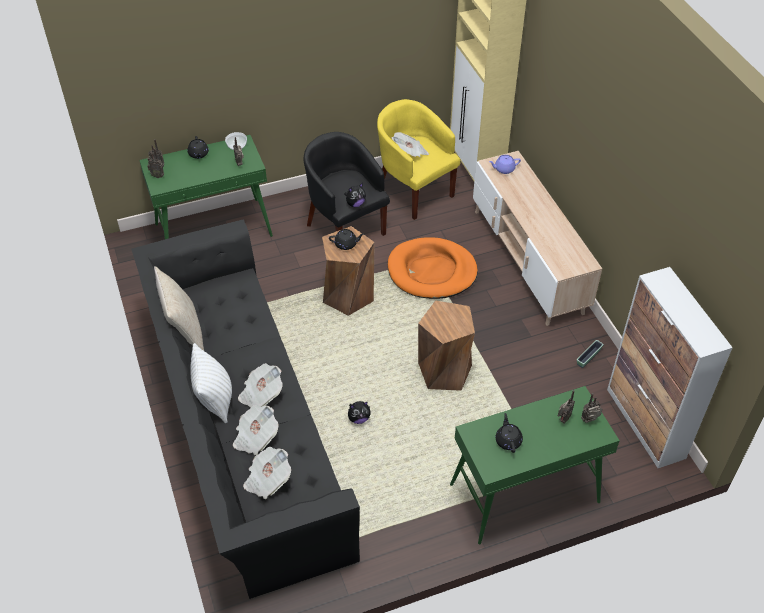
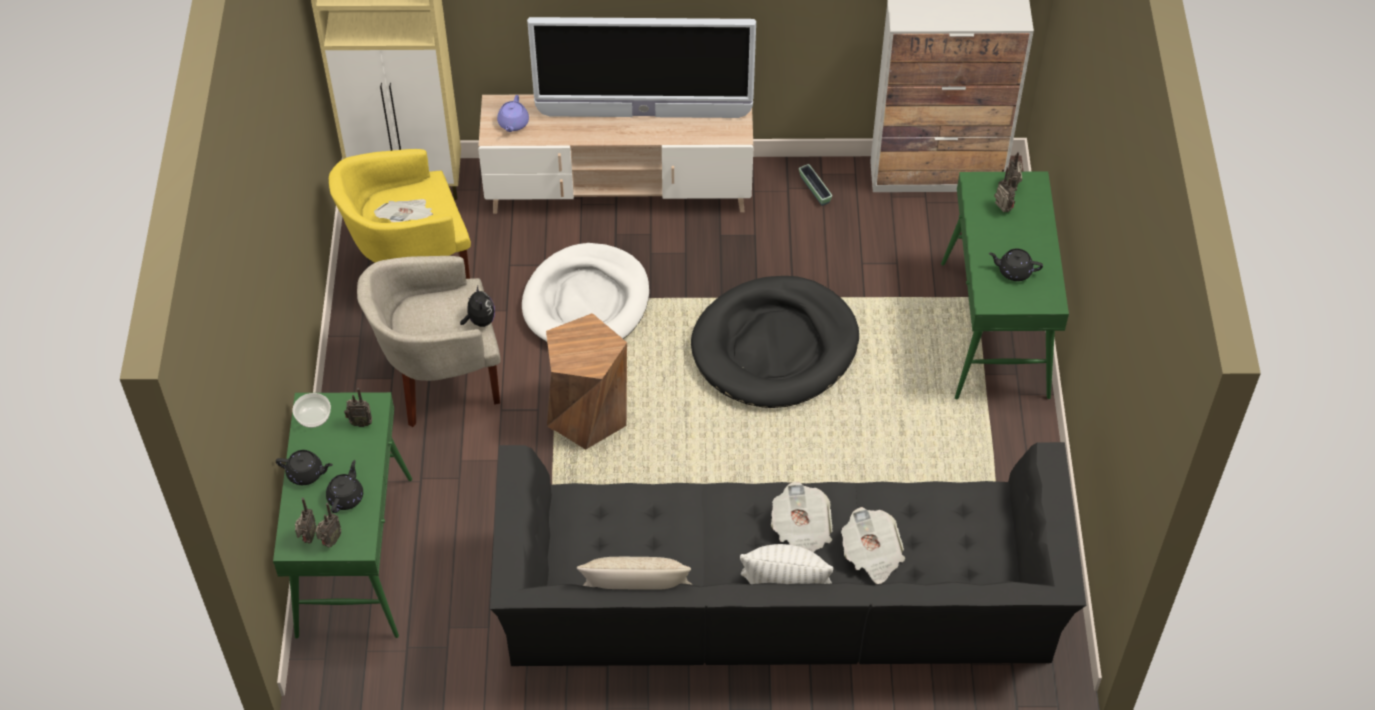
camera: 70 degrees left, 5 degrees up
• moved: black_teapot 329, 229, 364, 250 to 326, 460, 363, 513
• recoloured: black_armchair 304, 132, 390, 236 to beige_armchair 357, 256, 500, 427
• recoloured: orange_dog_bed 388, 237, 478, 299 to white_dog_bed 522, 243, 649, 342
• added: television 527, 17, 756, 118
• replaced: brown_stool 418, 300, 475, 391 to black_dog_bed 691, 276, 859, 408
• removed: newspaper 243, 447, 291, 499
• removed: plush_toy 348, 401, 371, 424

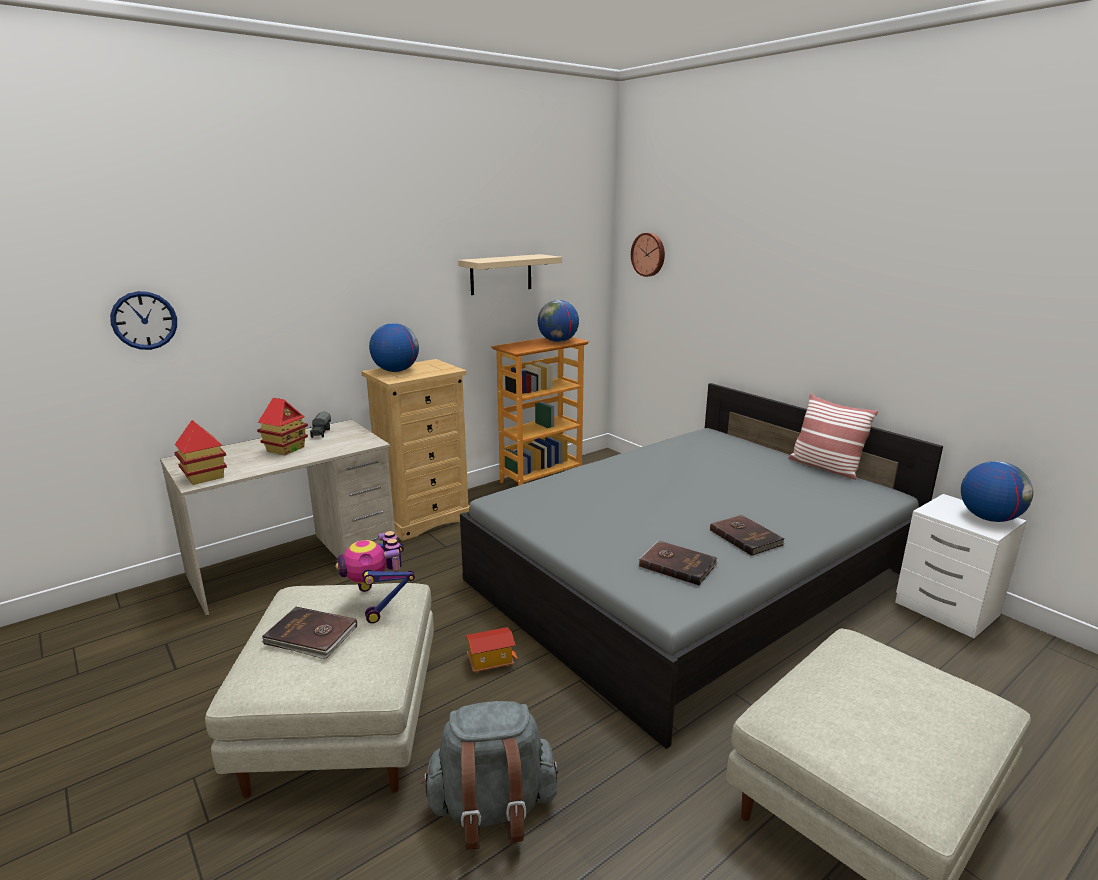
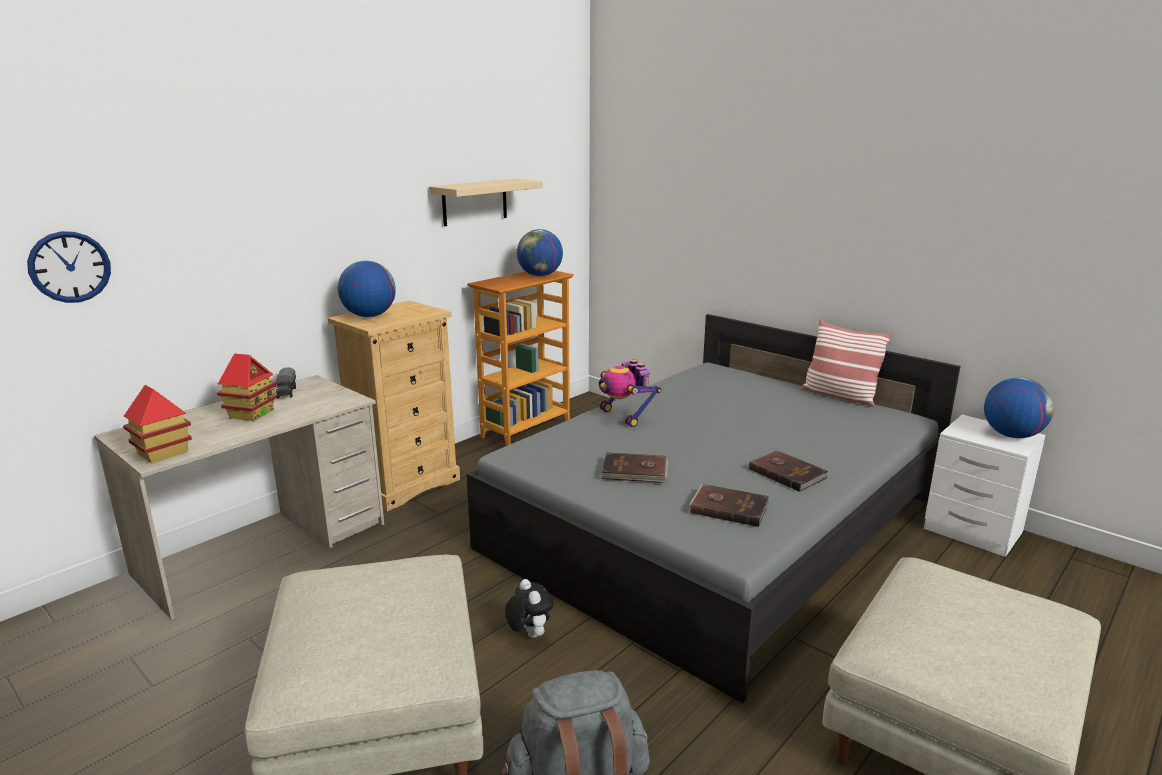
camera: 10 degrees left, 0 degrees up
• replaced: toy_house 466, 627, 518, 673 to plush_toy 505, 579, 553, 638
• moved: toy_robot 336, 531, 415, 624 to 599, 359, 661, 427
• moved: brown_book 262, 607, 357, 659 to 601, 453, 668, 483
• removed: wall_clock 631, 233, 665, 277

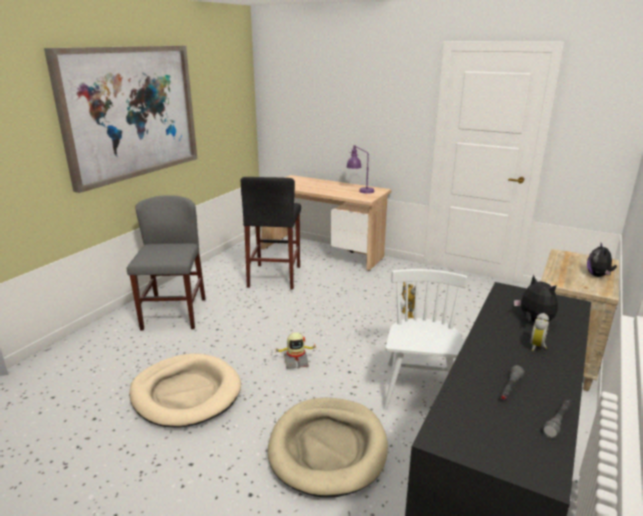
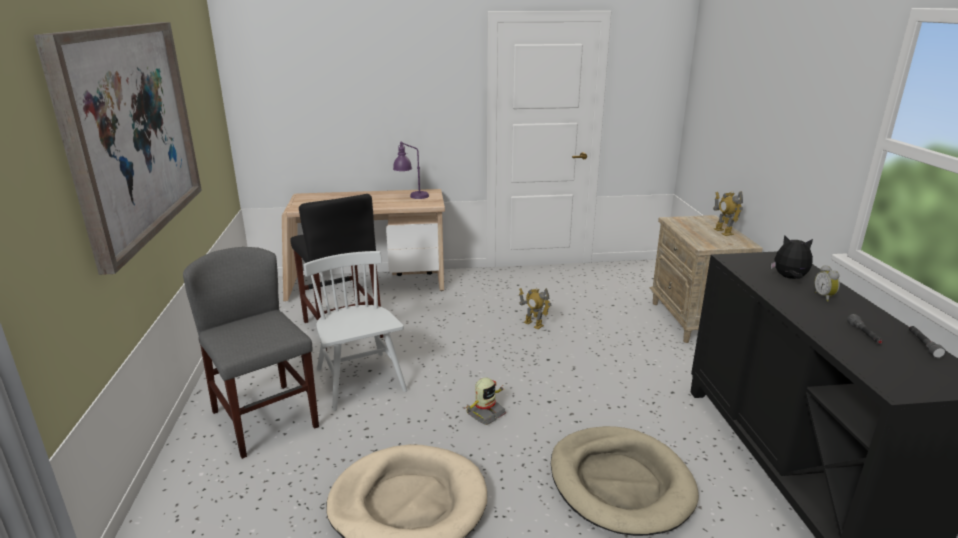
camera: 35 degrees left, 0 degrees up
• moved: white_chair 383, 269, 467, 410 to 304, 251, 407, 411
• replaced: plush_toy 587, 243, 617, 277 to toy_robot 713, 191, 743, 236

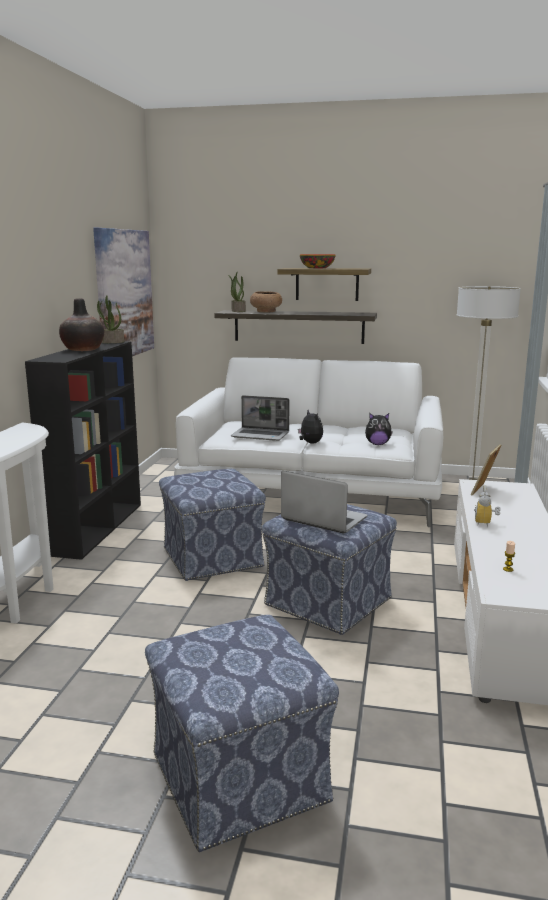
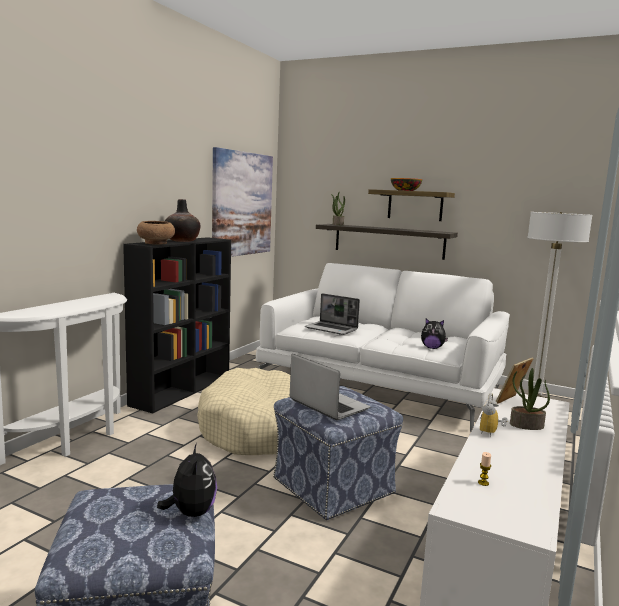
camera: 15 degrees right, 5 degrees down
• moved: brown_bowl 250, 291, 282, 312 to 137, 221, 175, 245
• moved: plush_toy 298, 410, 323, 444 to 157, 443, 217, 517
• replaced: ottoman 159, 469, 266, 581 to beige_dog_bed 197, 368, 290, 455
• moved: potted_plant 97, 295, 124, 343 to 510, 368, 550, 430

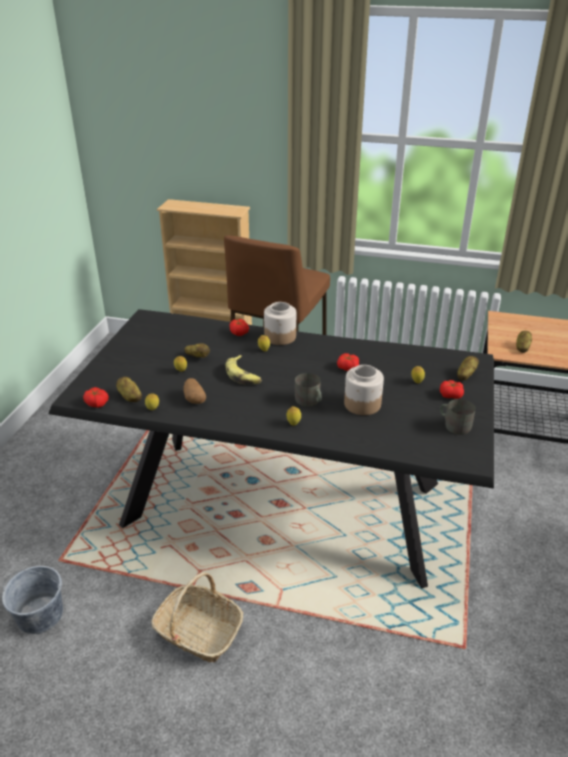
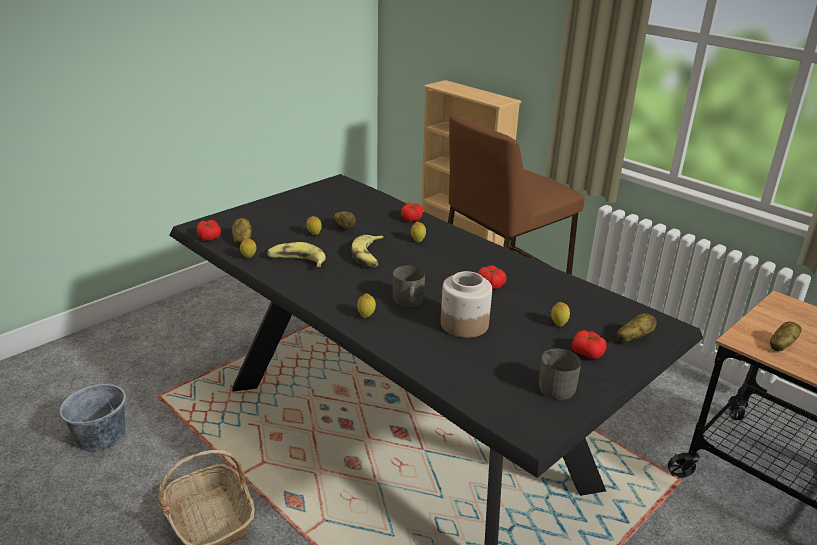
camera: 30 degrees right, 5 degrees down
• replaced: potato 183, 378, 206, 404 to banana 267, 242, 326, 267
• removed: jar 264, 302, 296, 345

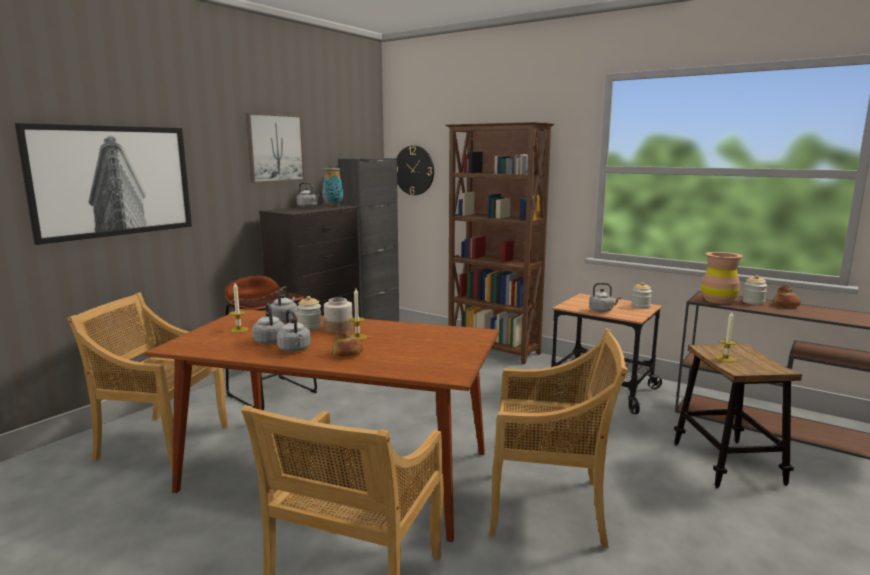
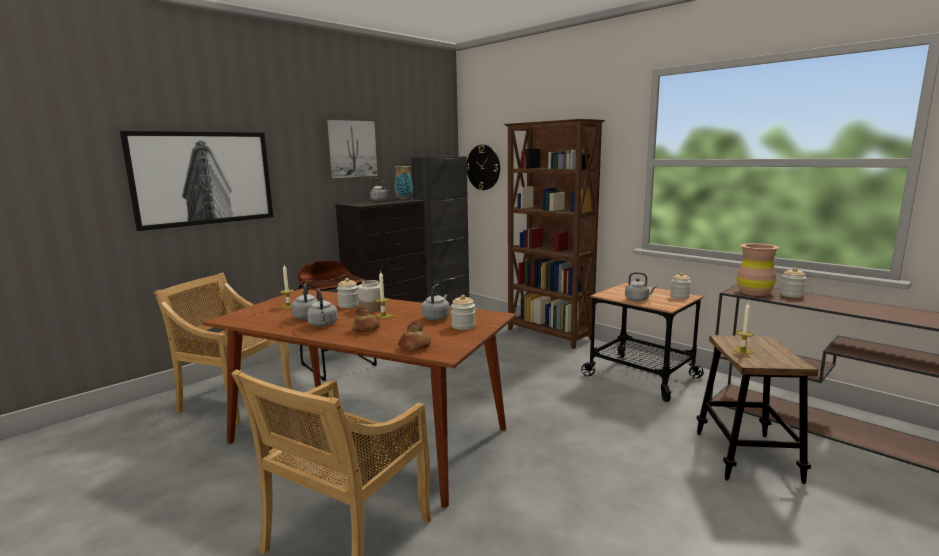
camera: 10 degrees right, 0 degrees up
• moved: bread 773, 286, 801, 307 to 398, 322, 431, 351
• moved: grey_kettle 271, 286, 298, 323 to 421, 284, 450, 321
• added: jar 451, 295, 476, 330
• removed: beige_chair 489, 328, 628, 549

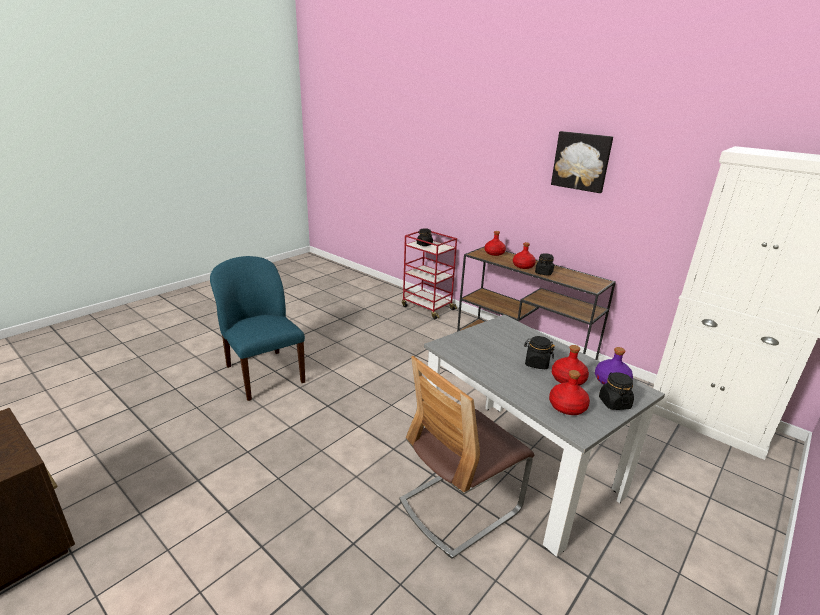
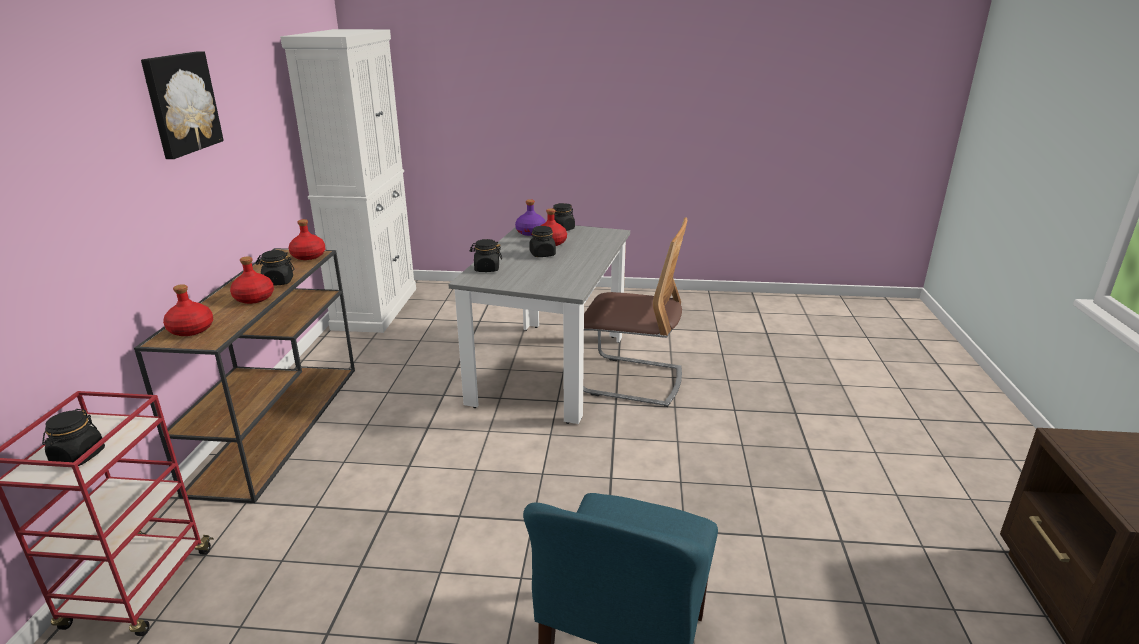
camera: 125 degrees left, 0 degrees up
• moved: red_bottle 549, 370, 590, 415 to 289, 219, 325, 260
• added: black_jar 470, 239, 502, 272

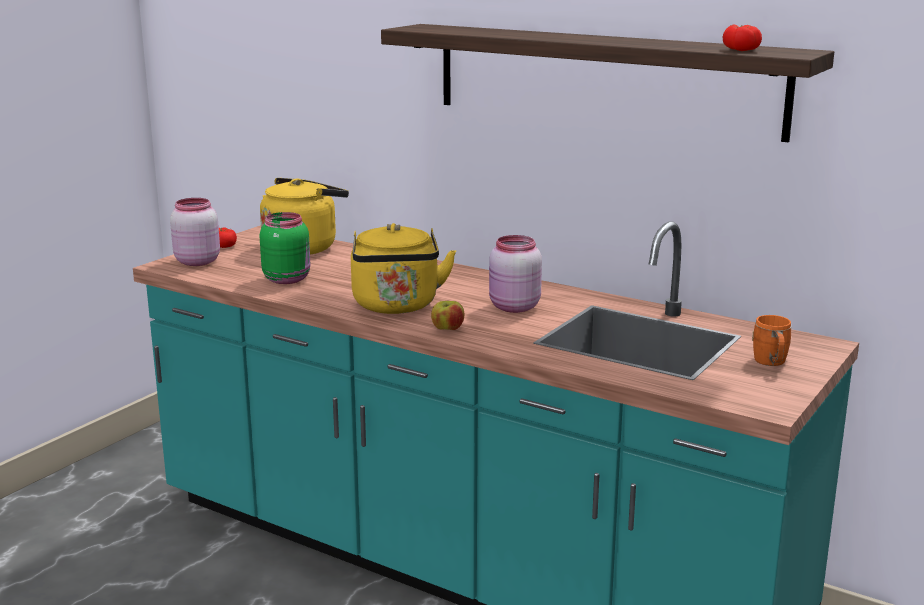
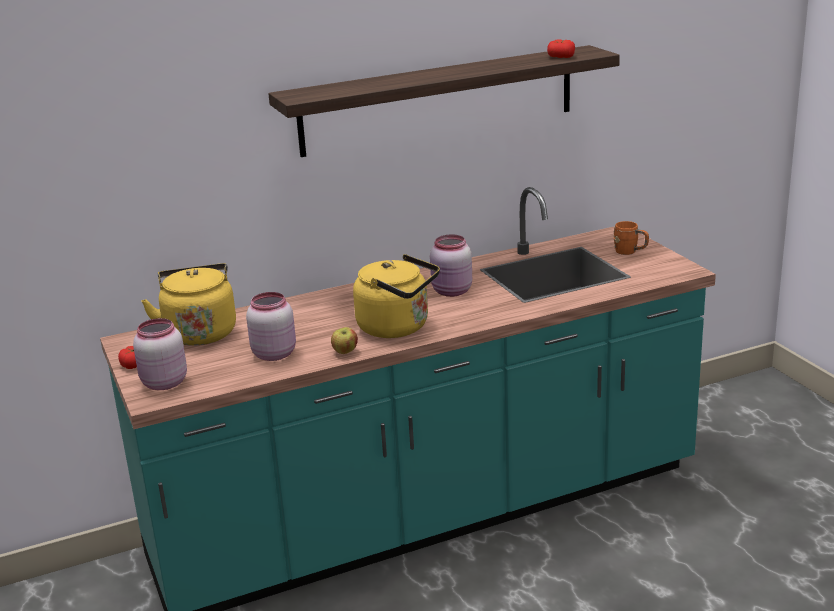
camera: 55 degrees left, 5 degrees up
• recoloured: green_jar 260, 212, 310, 284 to pink_jar 246, 292, 296, 361
• moved: apple 431, 301, 464, 330 to 331, 327, 358, 354

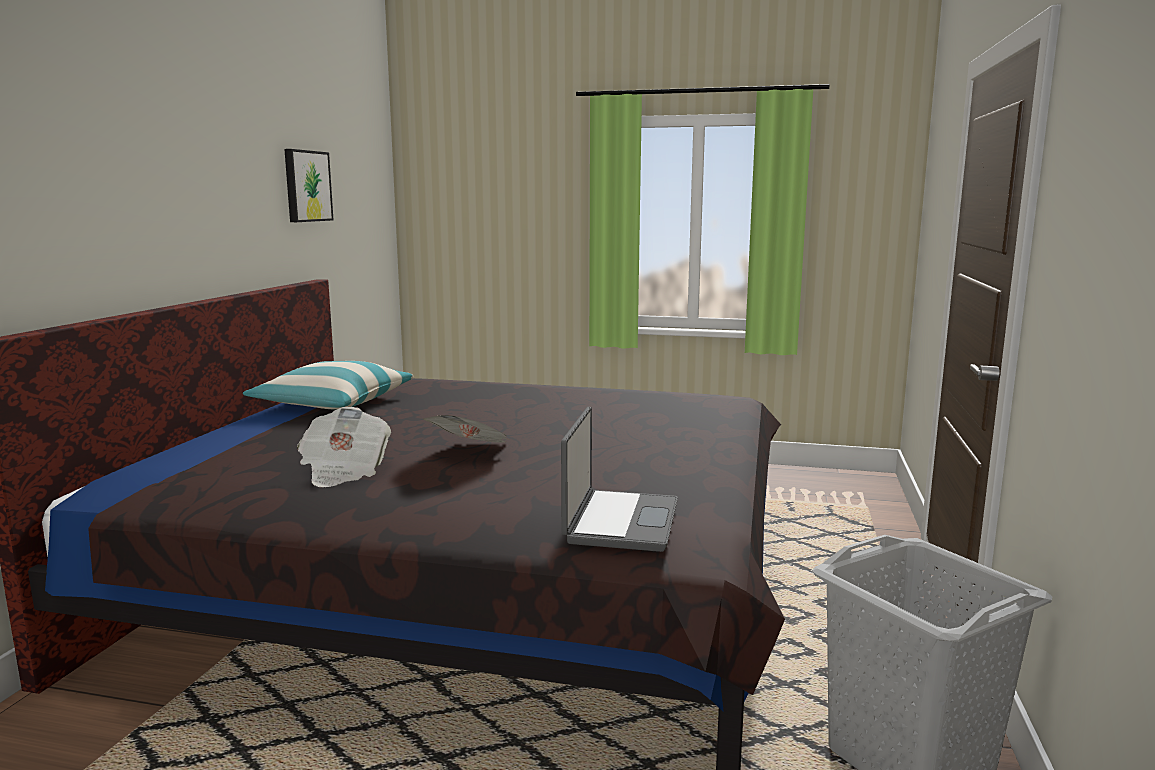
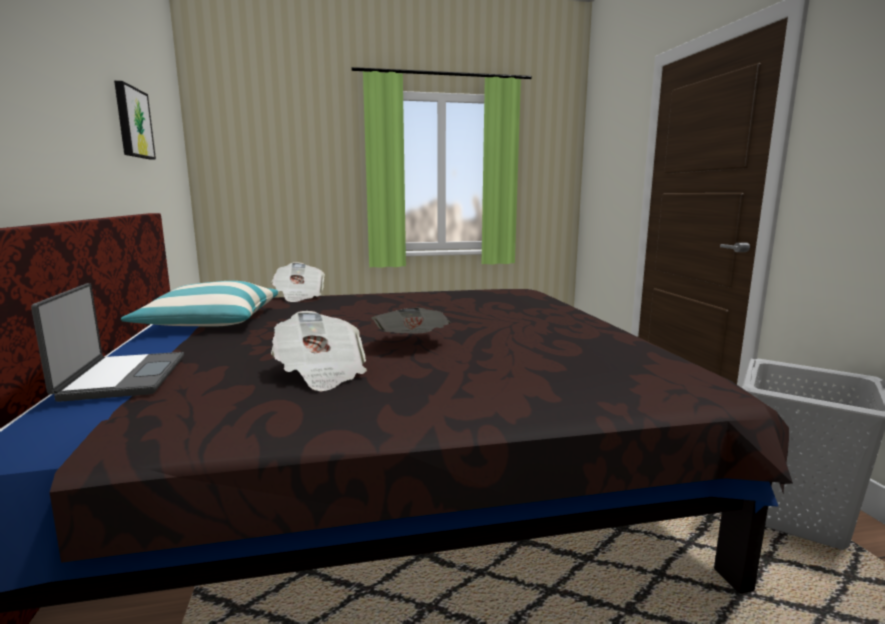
camera: 25 degrees left, 0 degrees up
• moved: laptop 561, 407, 678, 552 to 31, 283, 184, 402
• added: newspaper 271, 262, 325, 302

